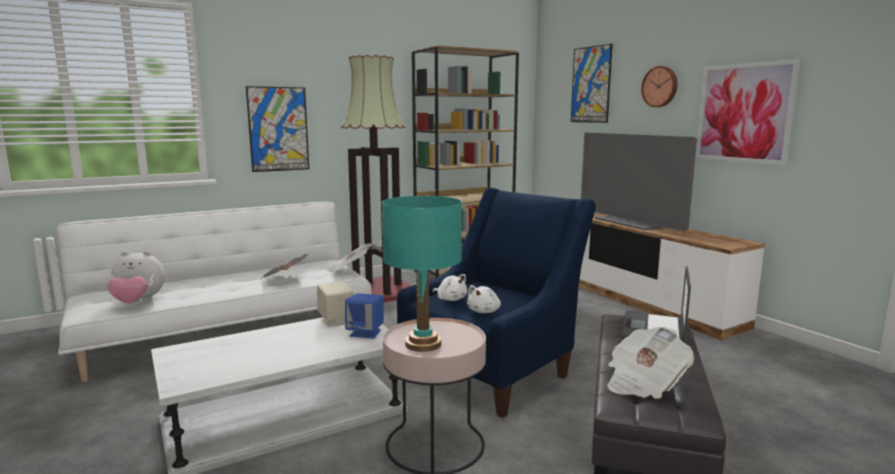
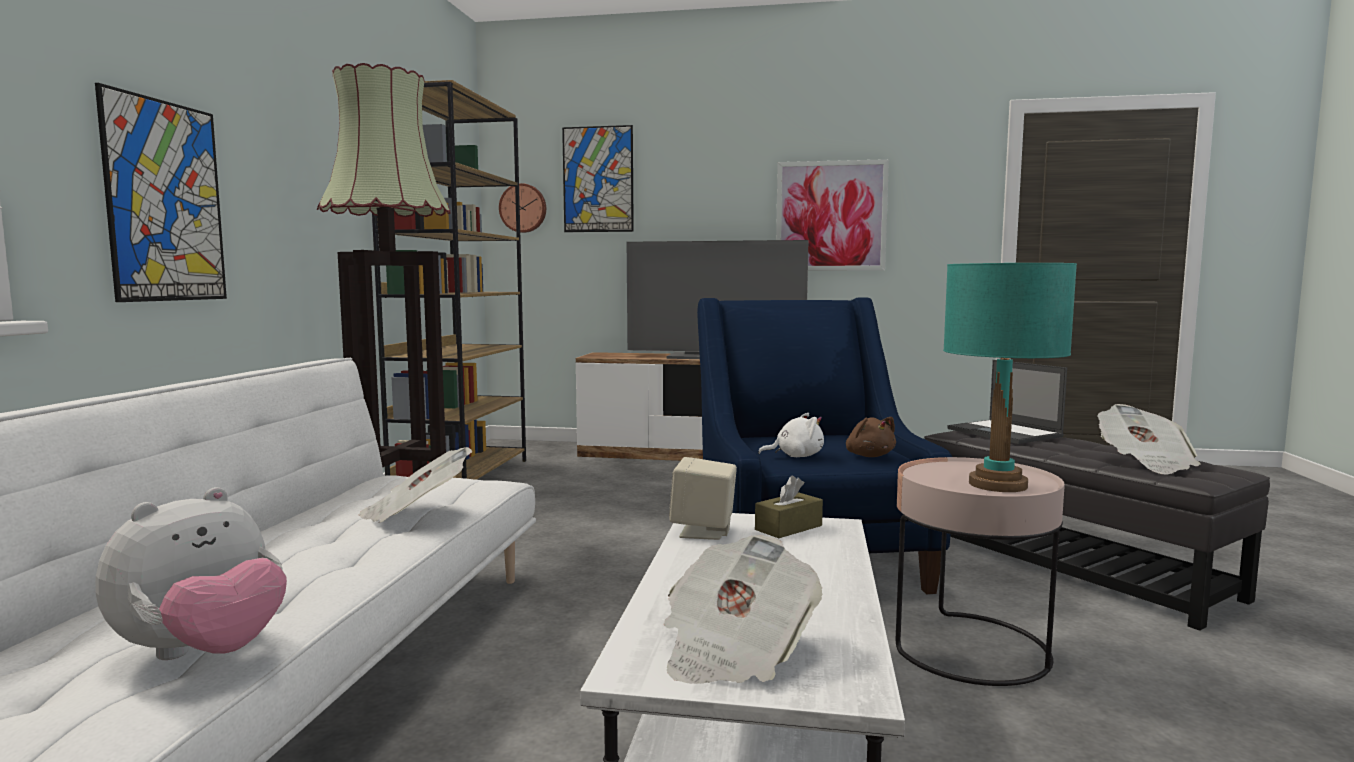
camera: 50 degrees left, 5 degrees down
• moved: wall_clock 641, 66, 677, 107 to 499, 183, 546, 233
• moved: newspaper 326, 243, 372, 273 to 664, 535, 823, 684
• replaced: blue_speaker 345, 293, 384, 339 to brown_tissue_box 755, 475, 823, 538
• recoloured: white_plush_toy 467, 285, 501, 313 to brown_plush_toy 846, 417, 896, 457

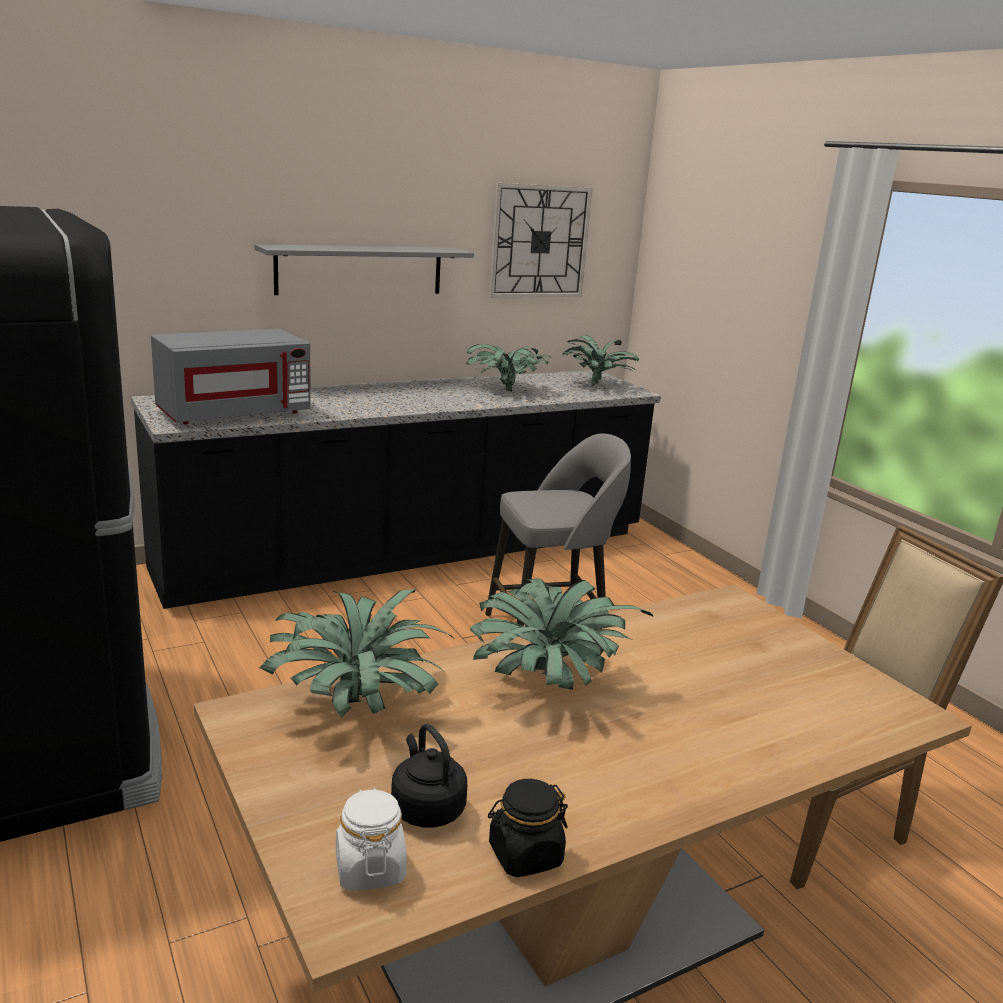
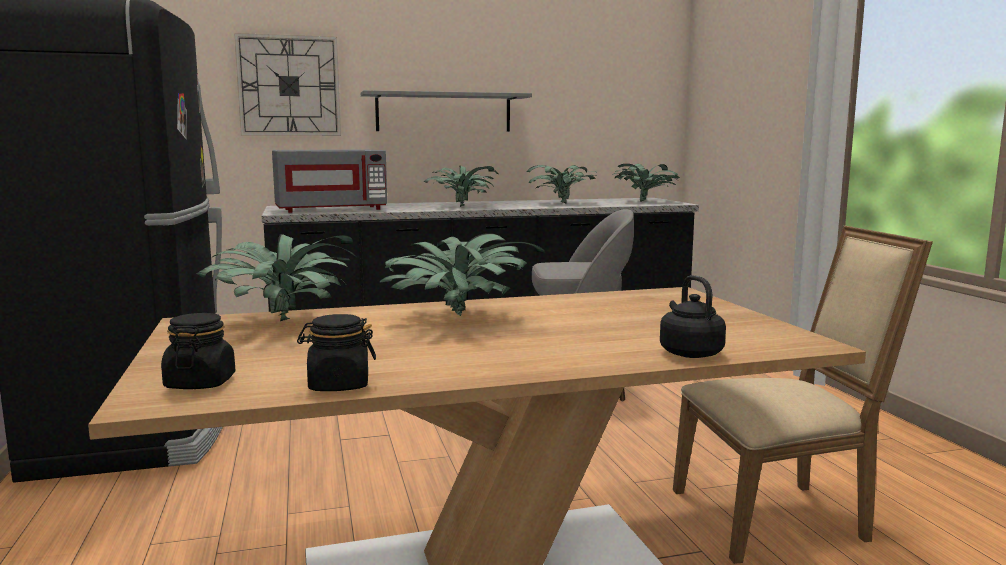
camera: 15 degrees right, 10 degrees down
• recoloured: white_jar 336, 788, 407, 891 to black_jar 161, 313, 235, 389
• moved: wall_clock 489, 183, 593, 298 to 234, 33, 341, 136
• added: potted_plant 423, 165, 498, 207
• moved: black_kettle 391, 723, 467, 828 to 660, 275, 726, 358

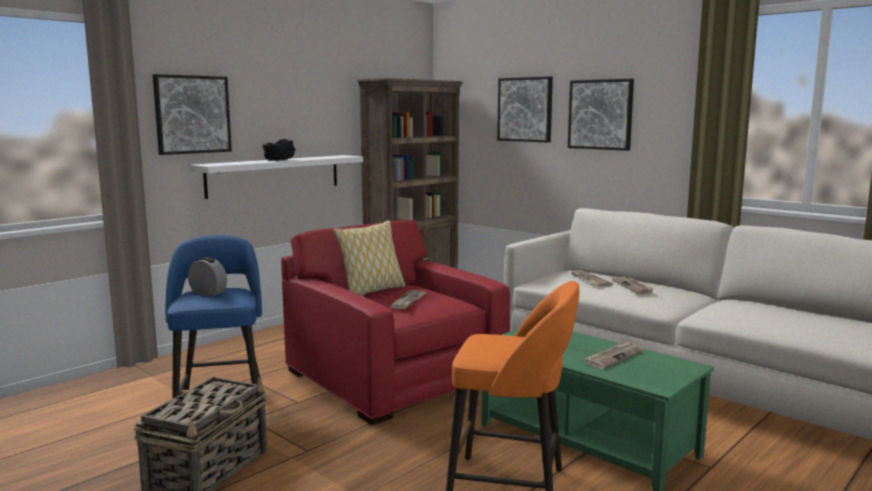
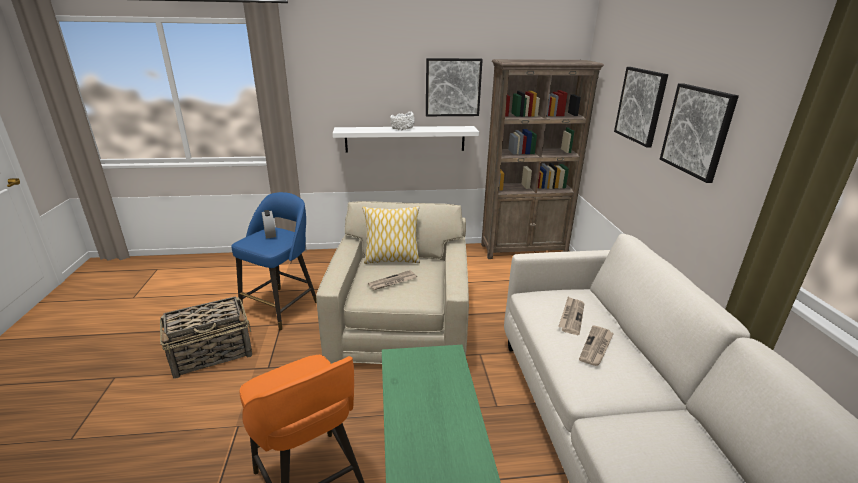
camera: 40 degrees right, 15 degrees up
• recoloured: red_armchair 281, 220, 510, 425 to beige_armchair 316, 201, 469, 364
• recoloured: black_bowl 262, 139, 295, 161 to white_bowl 390, 112, 415, 130
• moved: picture 153, 74, 232, 155 to 426, 58, 483, 116
• removed: newspaper 584, 340, 643, 369

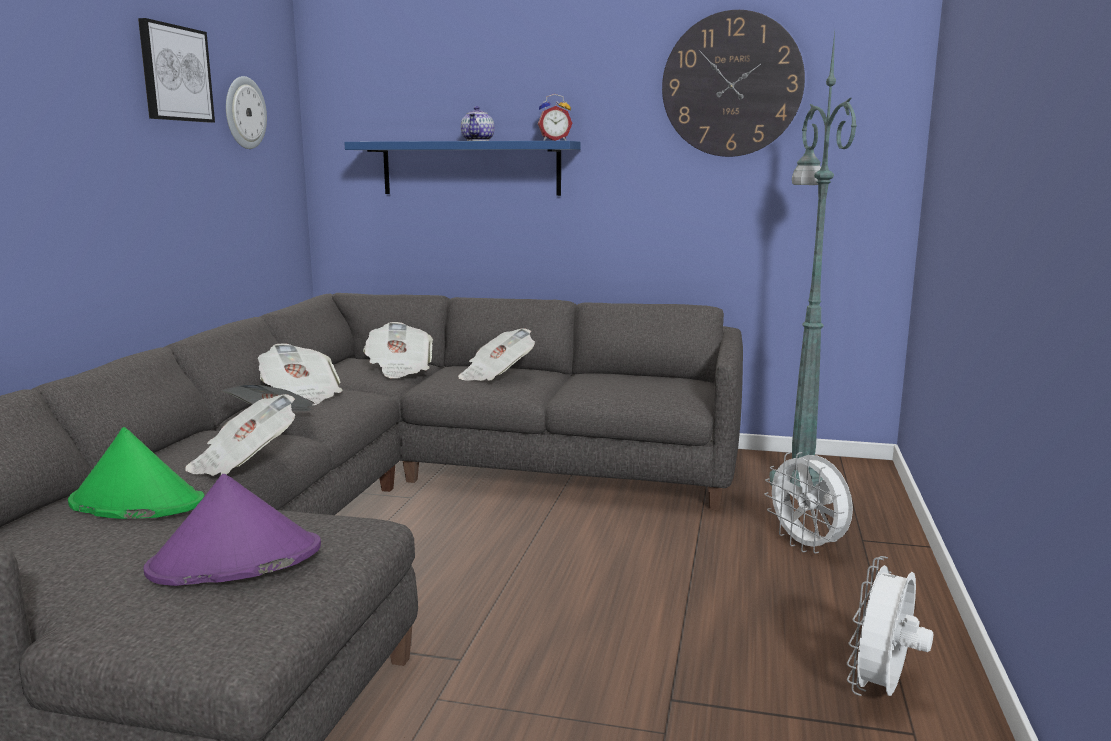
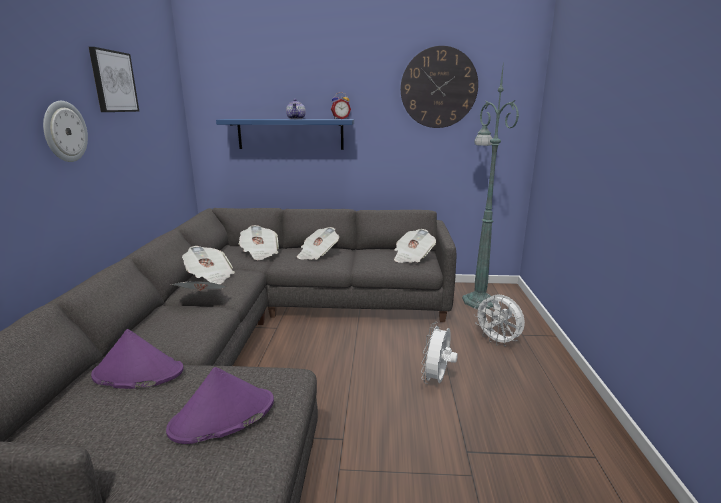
camera: 10 degrees left, 5 degrees up
• moved: wall_clock 226, 76, 267, 149 to 43, 101, 88, 162
• recoloured: green_hat 68, 427, 204, 519 to purple_hat 91, 329, 184, 389
• moved: newspaper 185, 394, 295, 476 to 394, 229, 436, 263
• moved: white_fan 847, 556, 933, 696 to 421, 322, 458, 384

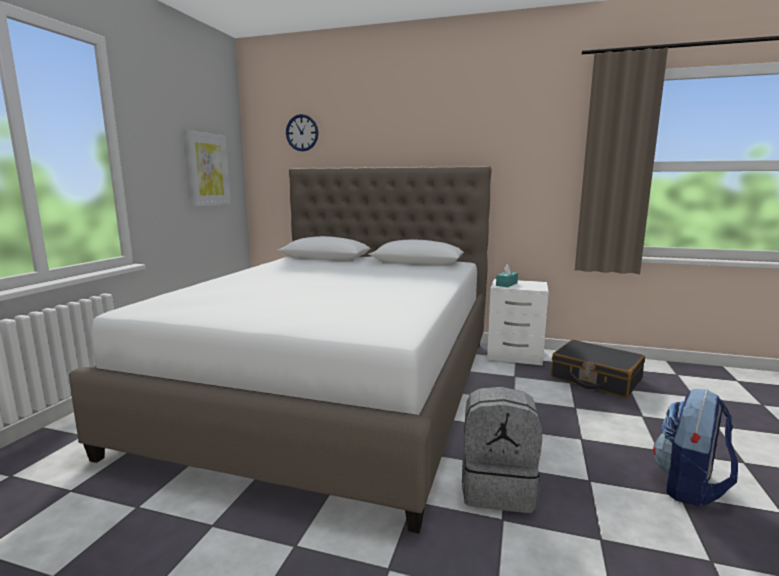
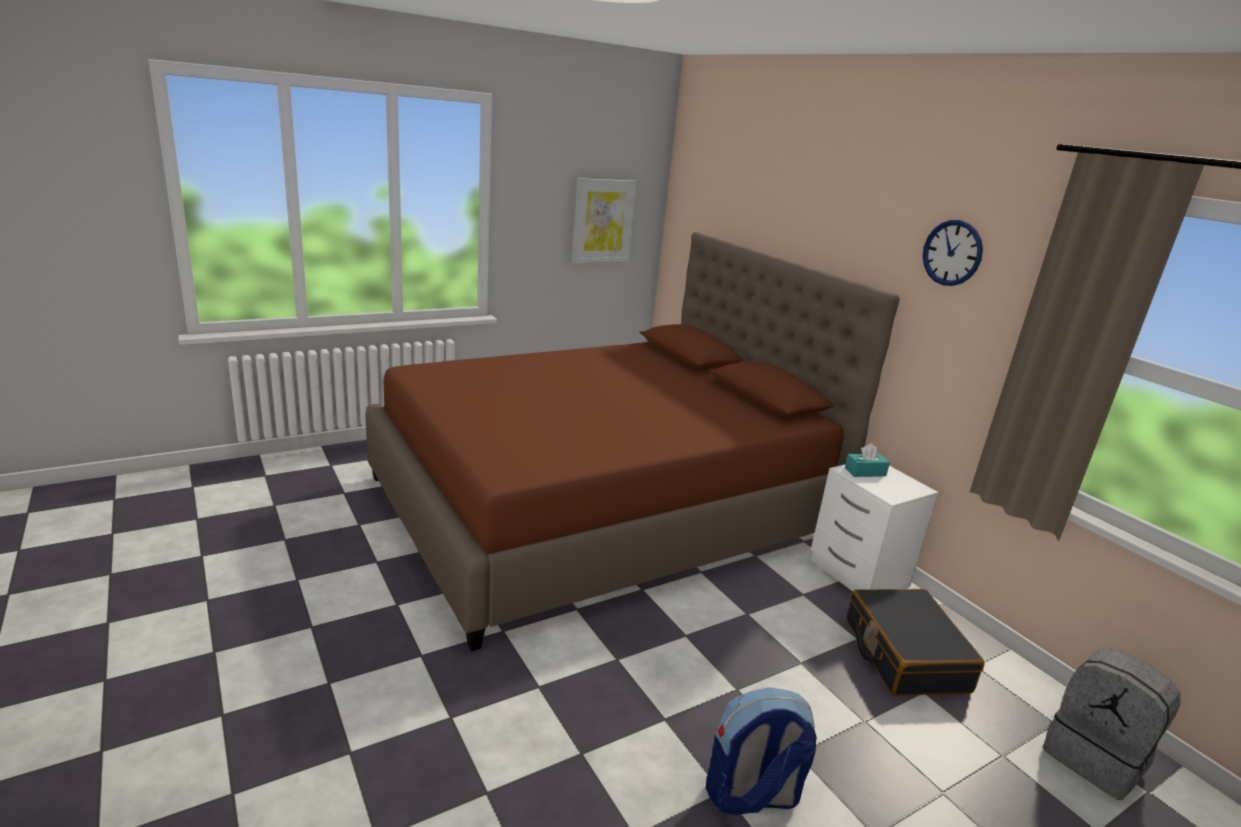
camera: 40 degrees right, 10 degrees up
• recoloured: white_bed 69, 166, 491, 533 to brown_bed 366, 232, 900, 651
• moved: wall_clock 286, 114, 318, 151 to 923, 220, 983, 286
• moved: grey_backpack 462, 387, 542, 513 to 1043, 649, 1180, 800

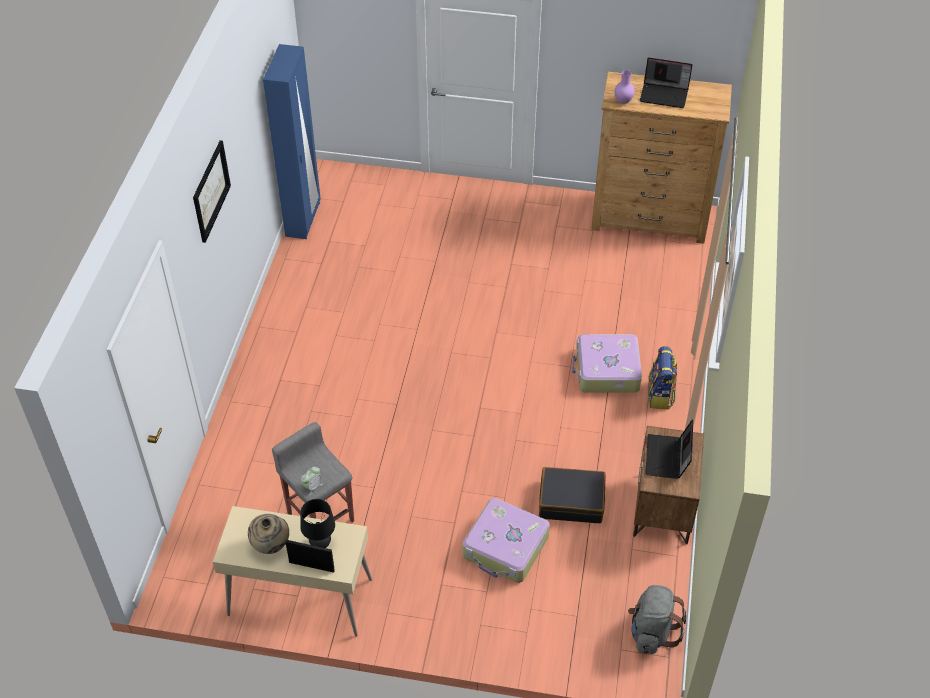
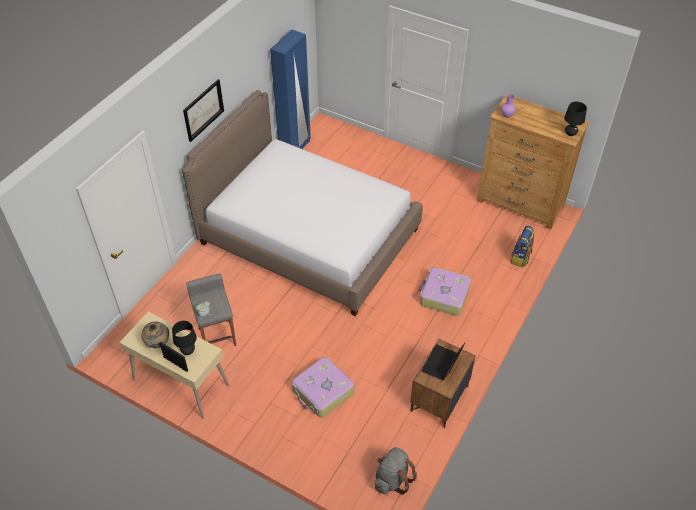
camera: 20 degrees right, 0 degrees up
• added: bed 182, 90, 423, 316
• moved: backpack 648, 346, 677, 409 to 511, 226, 534, 268
• added: black_table_lamp 564, 102, 587, 136
• removed: black_suitcase 539, 467, 605, 523
• removed: laptop 640, 58, 692, 108

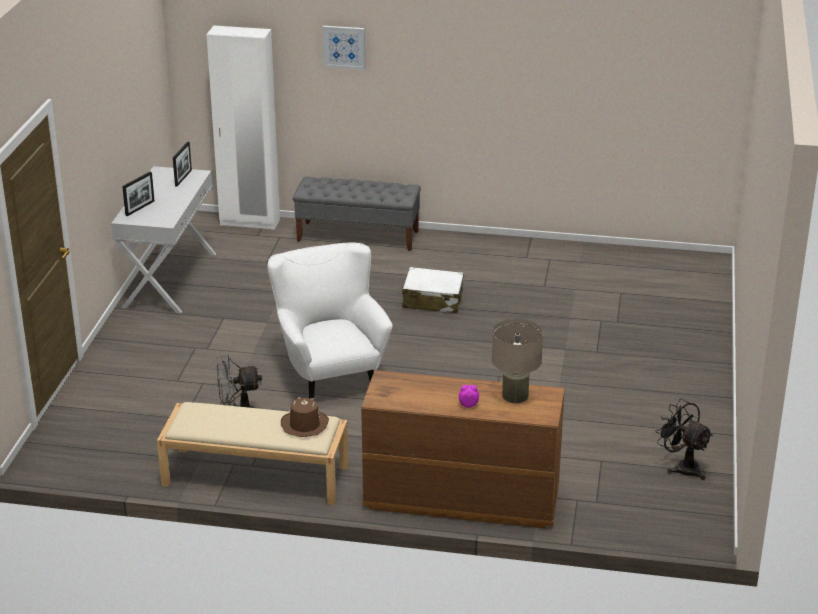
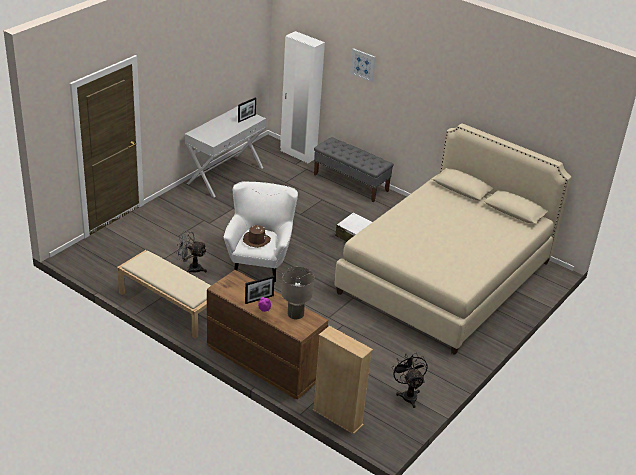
camera: 25 degrees right, 5 degrees up
• moved: brown_hat 281, 397, 329, 437 to 243, 224, 271, 248
• moved: picture_frame 122, 172, 154, 216 to 245, 275, 275, 304
• added: beige_bookcase 313, 326, 373, 435
• added: beige_bed 334, 123, 572, 355

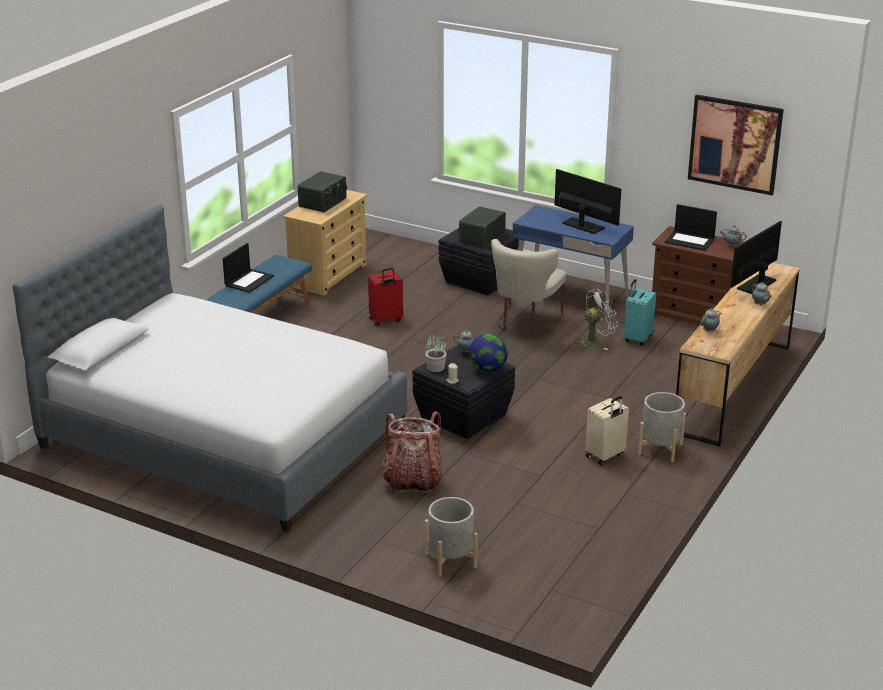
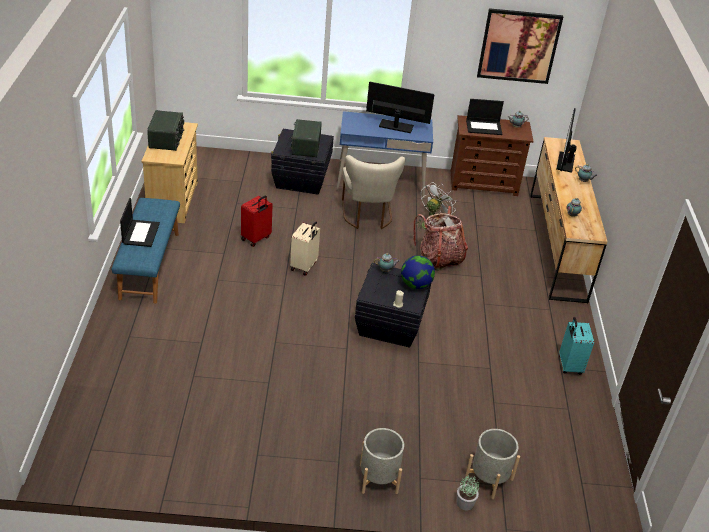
camera: 30 degrees left, 10 degrees up
• moved: beige_suitcase 585, 396, 629, 466 to 290, 221, 320, 275
• moved: grey_planter 638, 392, 686, 462 to 360, 428, 404, 494
• moved: backpack 382, 411, 442, 493 to 413, 206, 468, 271
• moved: potted_plant 425, 333, 447, 372 to 457, 475, 480, 510
• moved: turquoise_suitcase 624, 279, 656, 346 to 559, 317, 594, 375
• removed: bed 13, 205, 407, 532

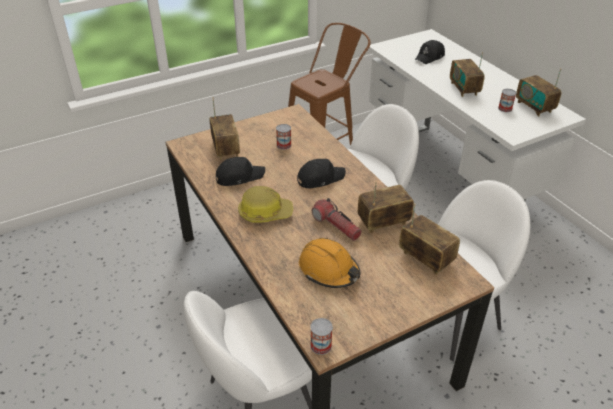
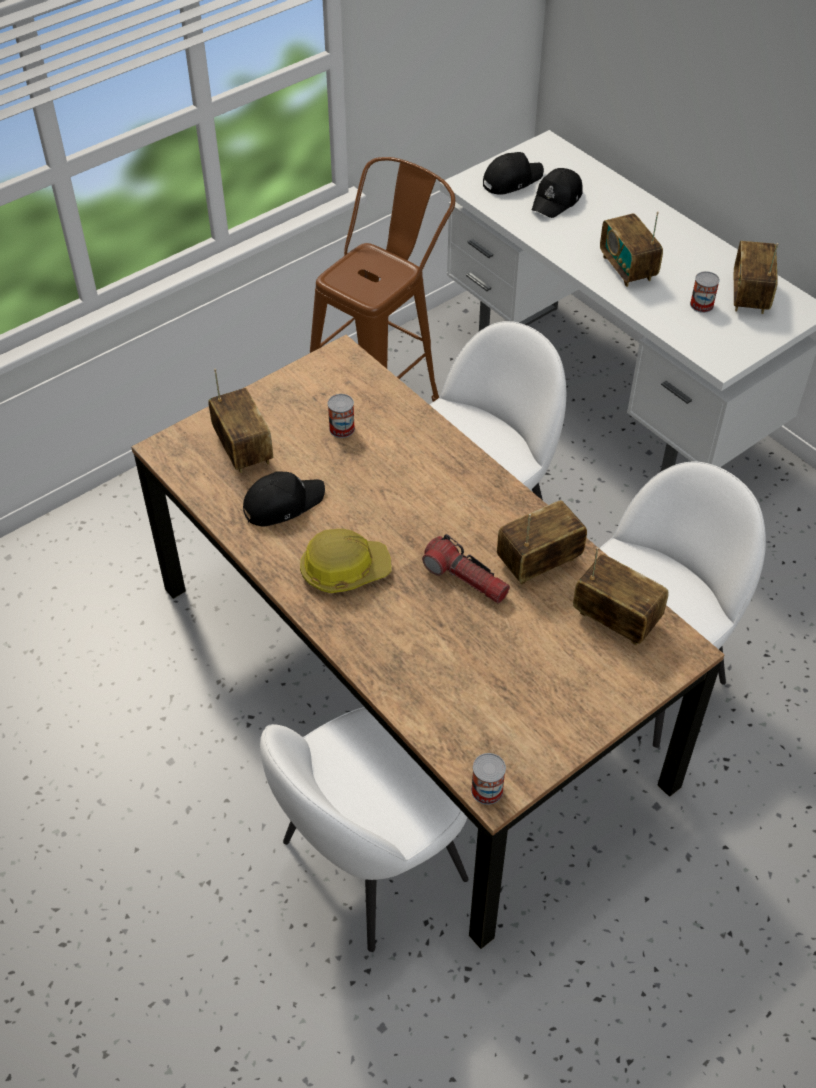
camera: 10 degrees left, 10 degrees up
• moved: black_cap 297, 159, 346, 188 to 483, 152, 544, 195
• turned: radio 516, 68, 562, 116 = 734, 241, 779, 314 45 degrees clockwise
• removed: orange_hard_hat 299, 238, 360, 288

